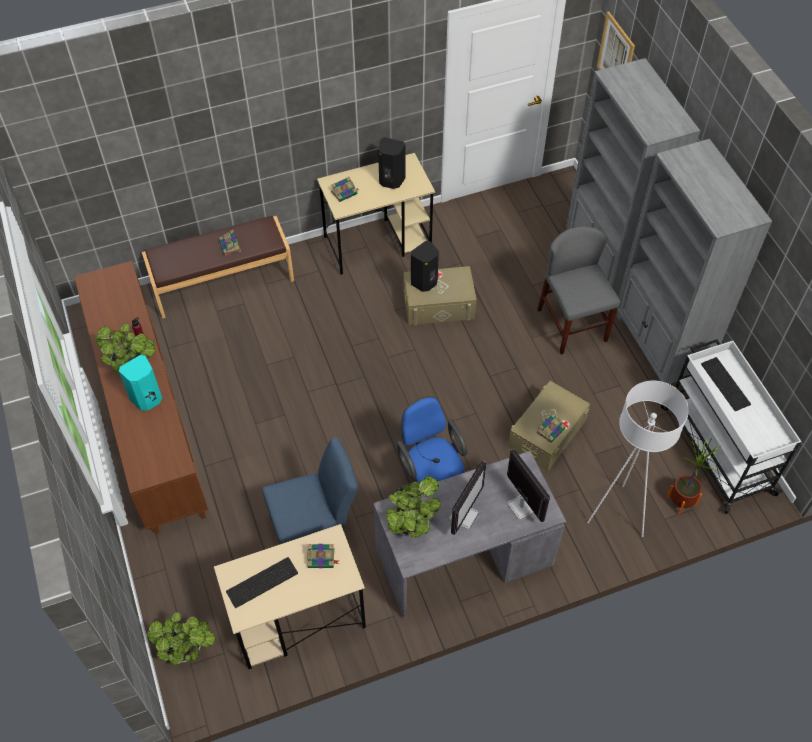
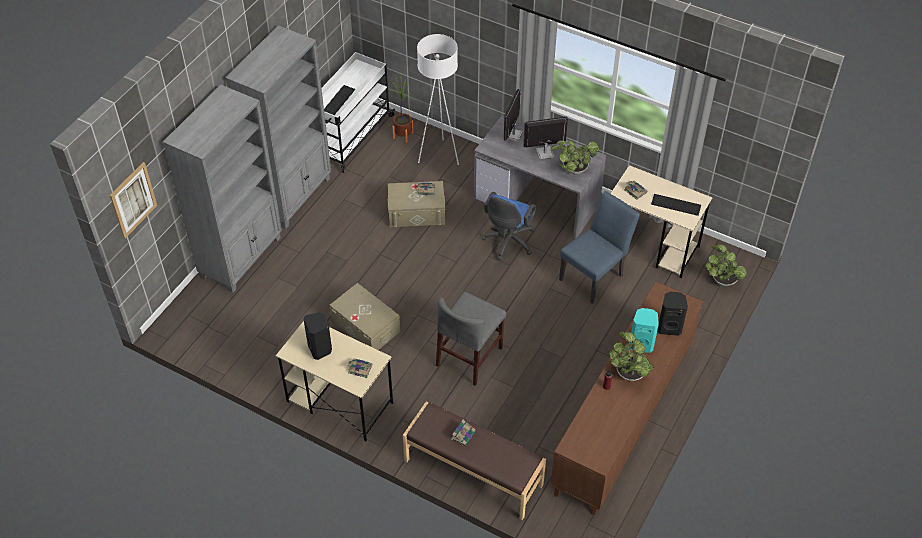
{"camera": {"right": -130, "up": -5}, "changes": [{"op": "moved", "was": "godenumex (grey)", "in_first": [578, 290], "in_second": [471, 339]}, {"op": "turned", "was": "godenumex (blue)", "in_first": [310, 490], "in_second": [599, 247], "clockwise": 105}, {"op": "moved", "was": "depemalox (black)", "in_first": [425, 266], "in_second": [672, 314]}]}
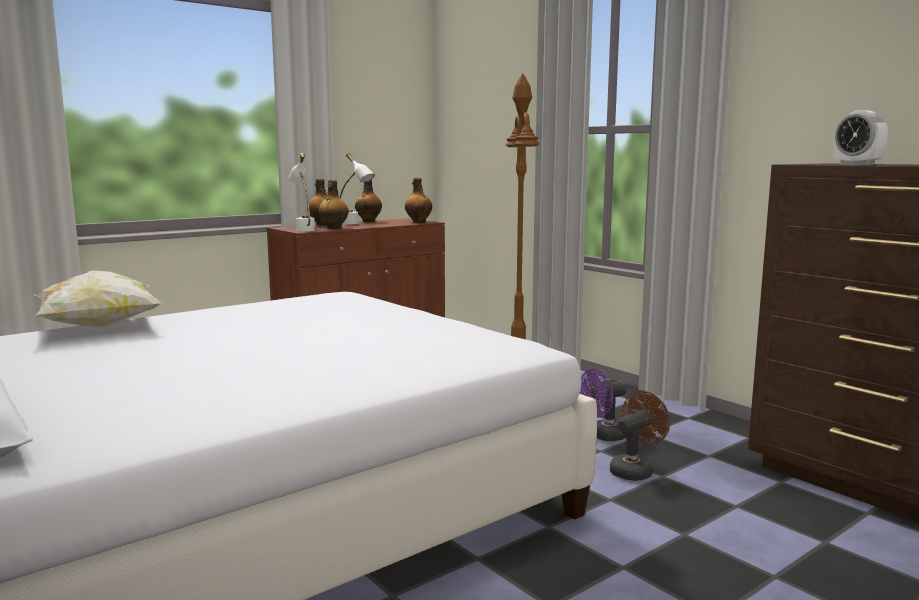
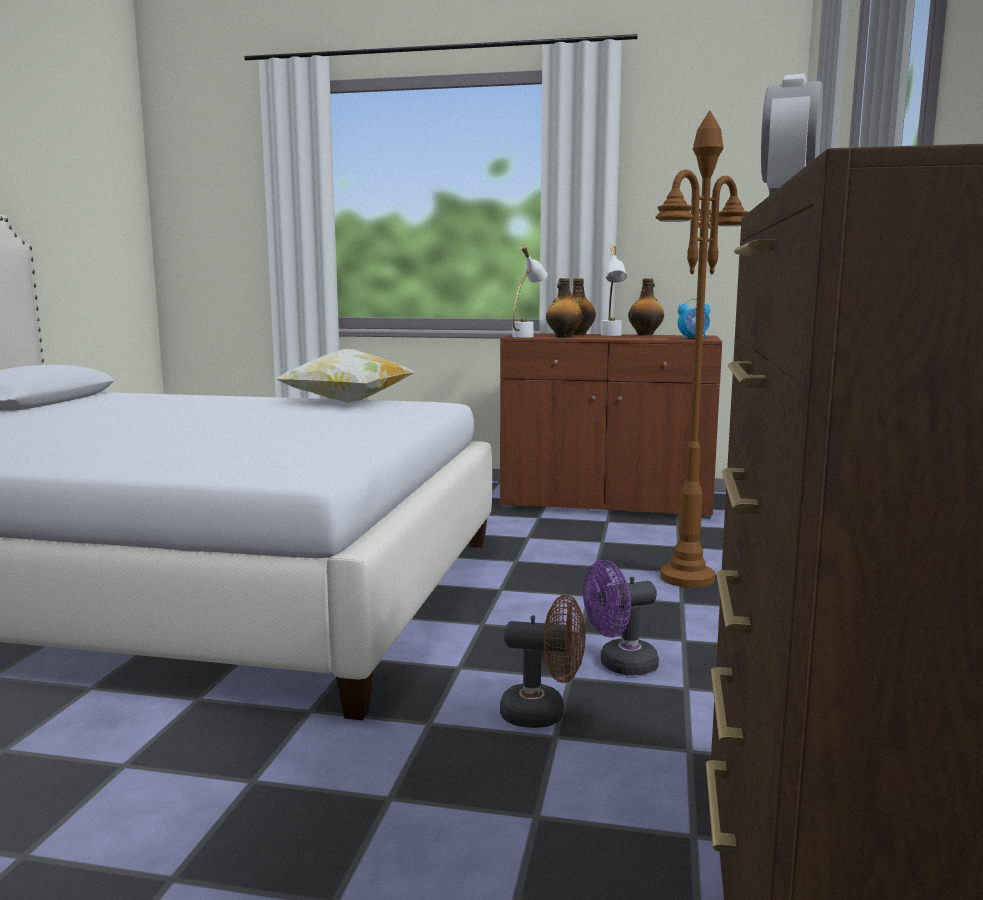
{"camera": {"right": 50, "up": 0}, "changes": [{"op": "moved", "was": "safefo", "in_first": [99, 298], "in_second": [345, 375]}, {"op": "turned", "was": "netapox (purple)", "in_first": [603, 405], "in_second": [621, 617], "clockwise": -45}, {"op": "replaced", "was": "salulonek", "now": "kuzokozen", "in_first": [418, 200], "in_second": [694, 318]}]}
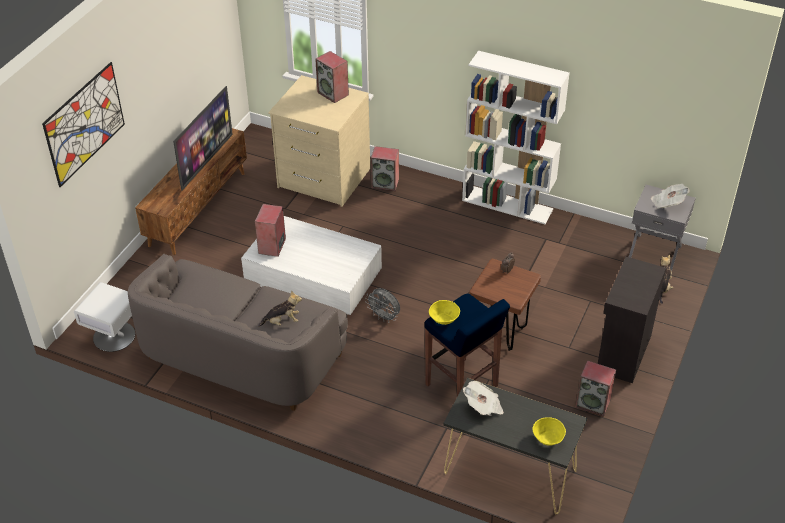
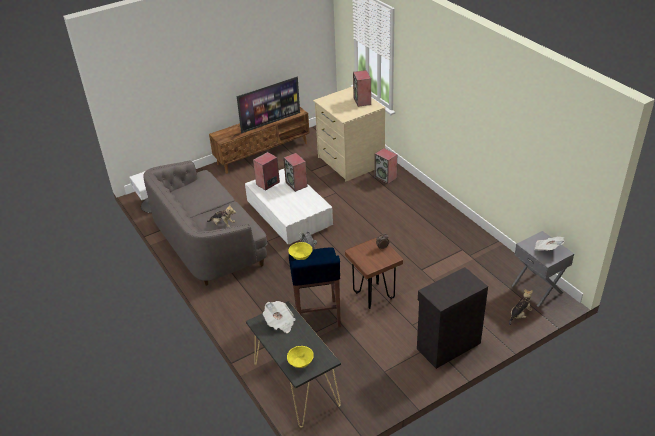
{"camera": {"right": 35, "up": -5}, "changes": [{"op": "moved", "was": "depemalox", "in_first": [595, 388], "in_second": [295, 172]}, {"op": "removed", "was": "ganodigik", "in_first": [83, 124]}, {"op": "removed", "was": "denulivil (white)", "in_first": [516, 137]}]}
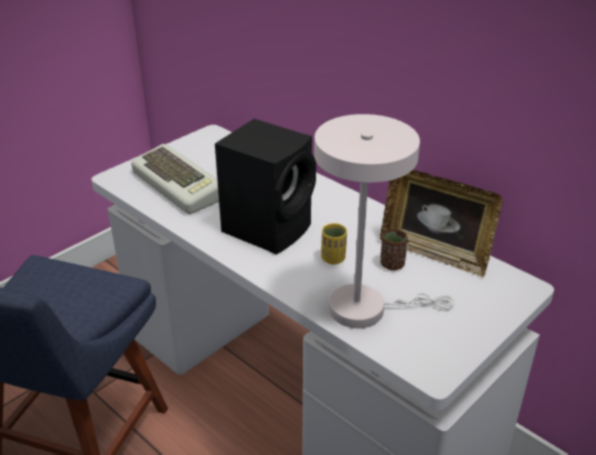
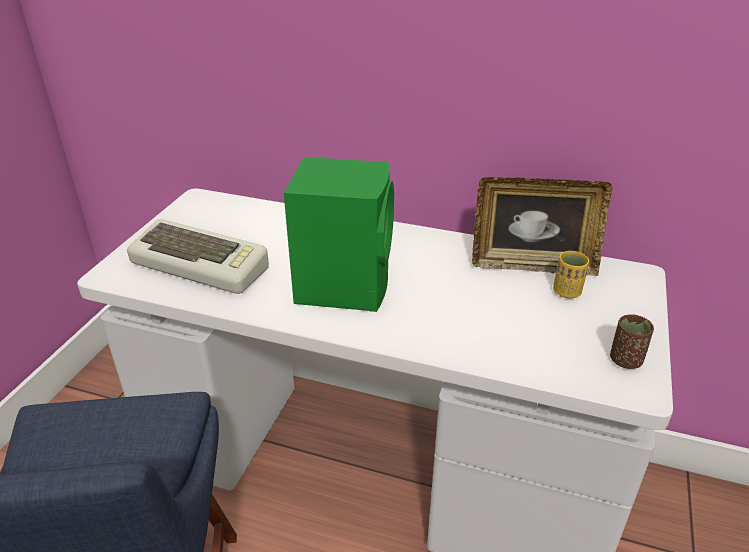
{"camera": {"right": -25, "up": 0}, "changes": [{"op": "recoloured", "was": "depemalox (black)", "now": "depemalox (green)", "in_first": [265, 187], "in_second": [339, 234]}, {"op": "moved", "was": "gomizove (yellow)", "in_first": [334, 243], "in_second": [571, 275]}, {"op": "moved", "was": "gomizove (brown)", "in_first": [394, 249], "in_second": [632, 341]}, {"op": "removed", "was": "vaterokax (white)", "in_first": [384, 221]}]}
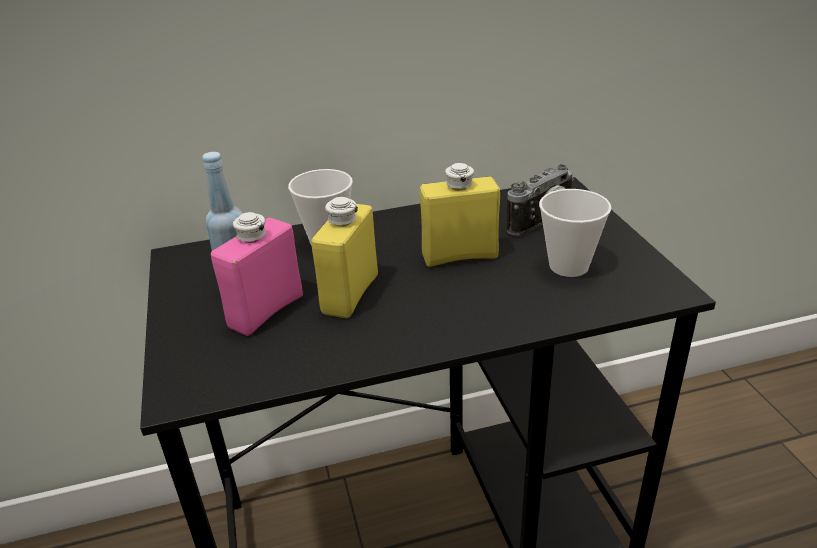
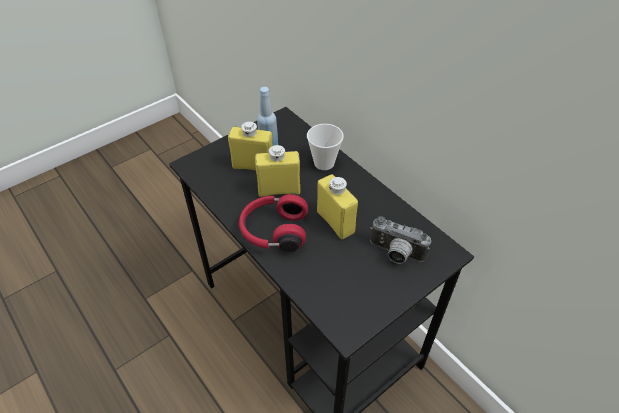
{"camera": {"right": 65, "up": 15}, "changes": [{"op": "recoloured", "was": "salulonek (pink)", "now": "salulonek (yellow)", "in_first": [257, 274], "in_second": [250, 146]}, {"op": "added", "now": "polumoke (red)", "in_second": [273, 222]}, {"op": "removed", "was": "gomizove", "in_first": [575, 233]}]}
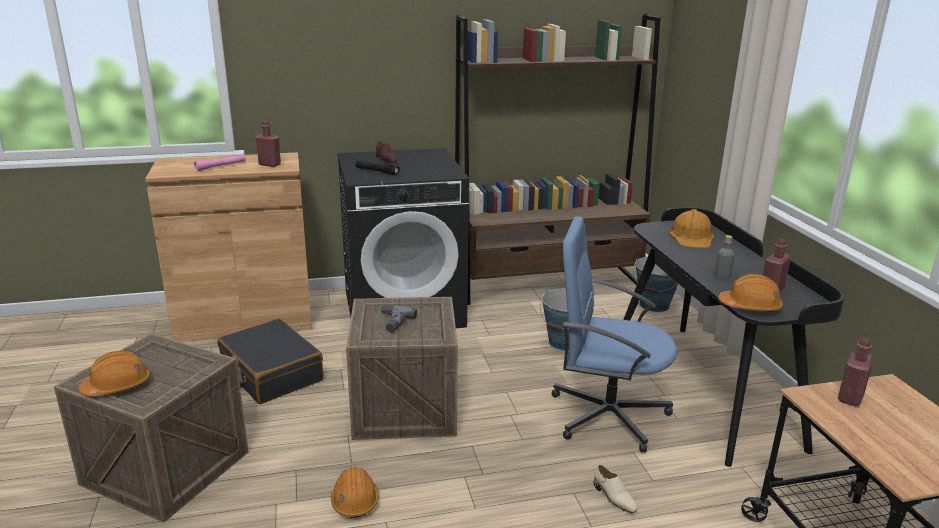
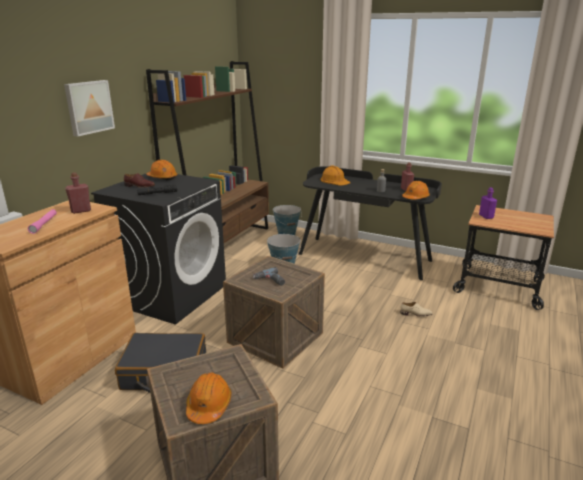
{"camera": {"right": -50, "up": 0}, "changes": [{"op": "added", "now": "ganodigik", "in_second": [89, 108]}, {"op": "moved", "was": "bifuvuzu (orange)", "in_first": [354, 492], "in_second": [161, 170]}, {"op": "recoloured", "was": "salulonek (red)", "now": "salulonek (purple)", "in_first": [856, 371], "in_second": [488, 203]}, {"op": "removed", "was": "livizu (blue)", "in_first": [615, 334]}]}
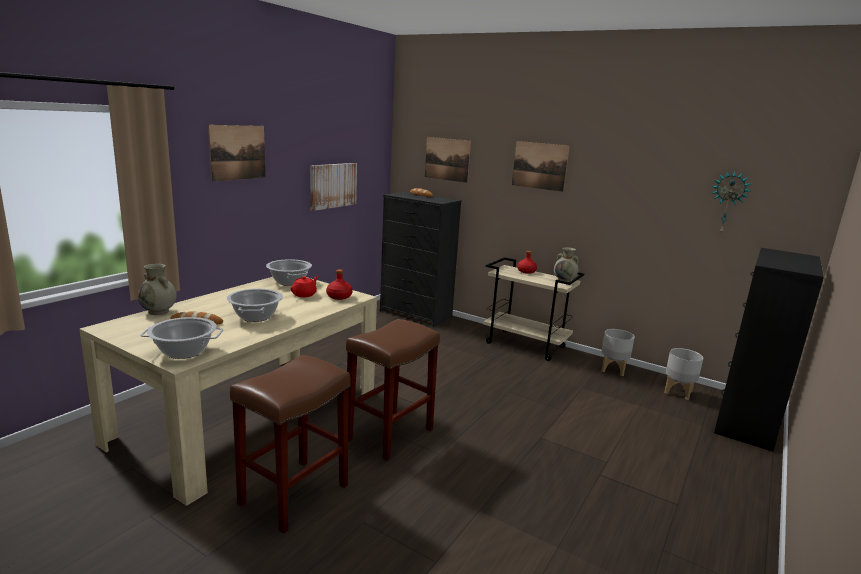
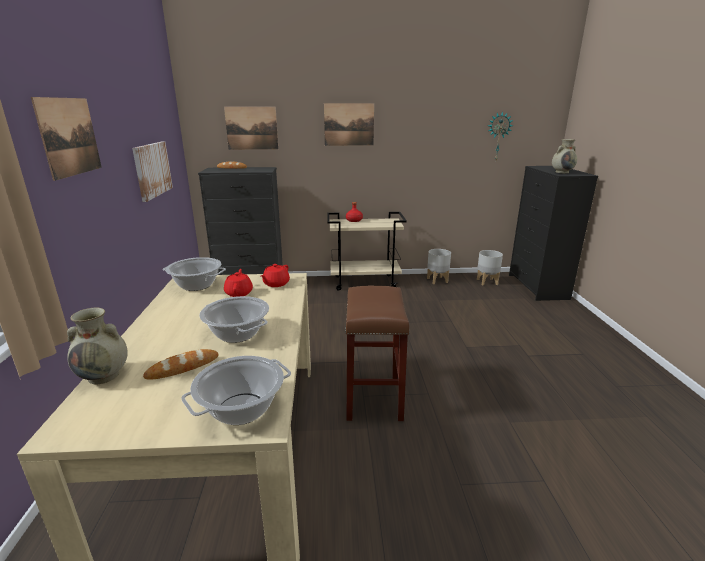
{"camera": {"right": -35, "up": 5}, "changes": [{"op": "replaced", "was": "salulonek (red)", "now": "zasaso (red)", "in_first": [339, 284], "in_second": [275, 275]}, {"op": "moved", "was": "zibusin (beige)", "in_first": [566, 264], "in_second": [564, 156]}, {"op": "removed", "was": "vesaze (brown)", "in_first": [290, 444]}]}
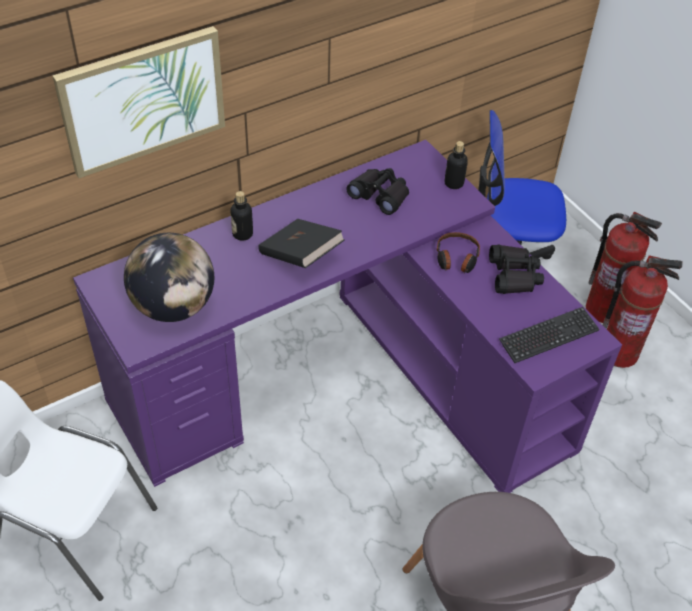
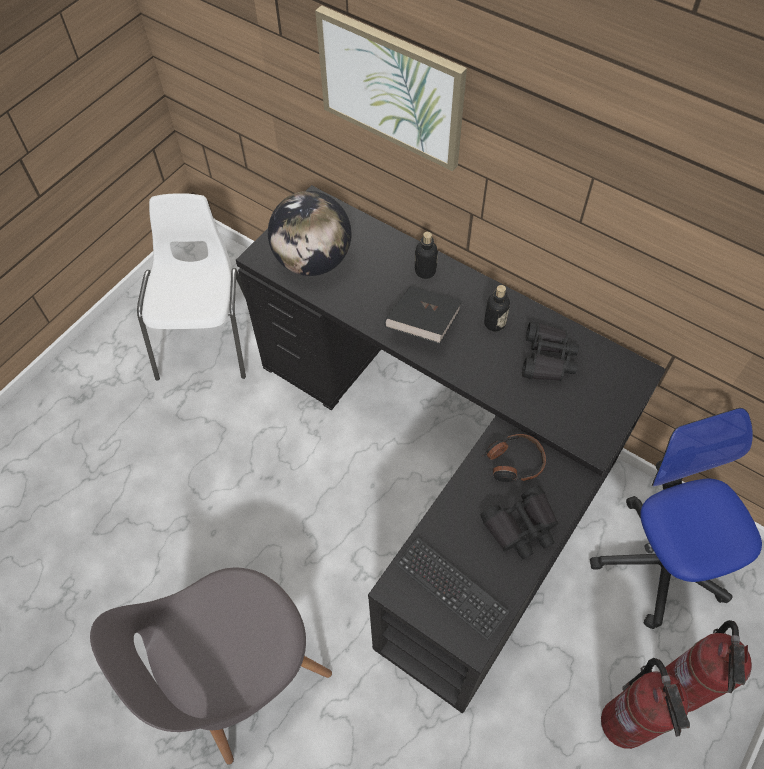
{"camera": {"right": 70, "up": 10}, "changes": [{"op": "recoloured", "was": "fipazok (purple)", "now": "fipazok (black)", "in_first": [347, 316], "in_second": [451, 449]}, {"op": "moved", "was": "salulonek", "in_first": [456, 165], "in_second": [497, 308]}]}
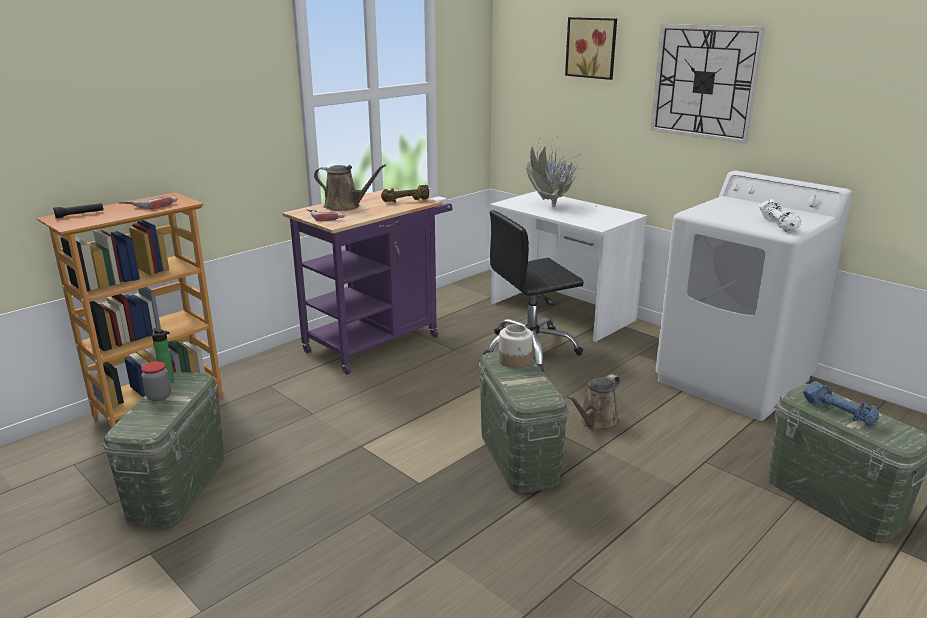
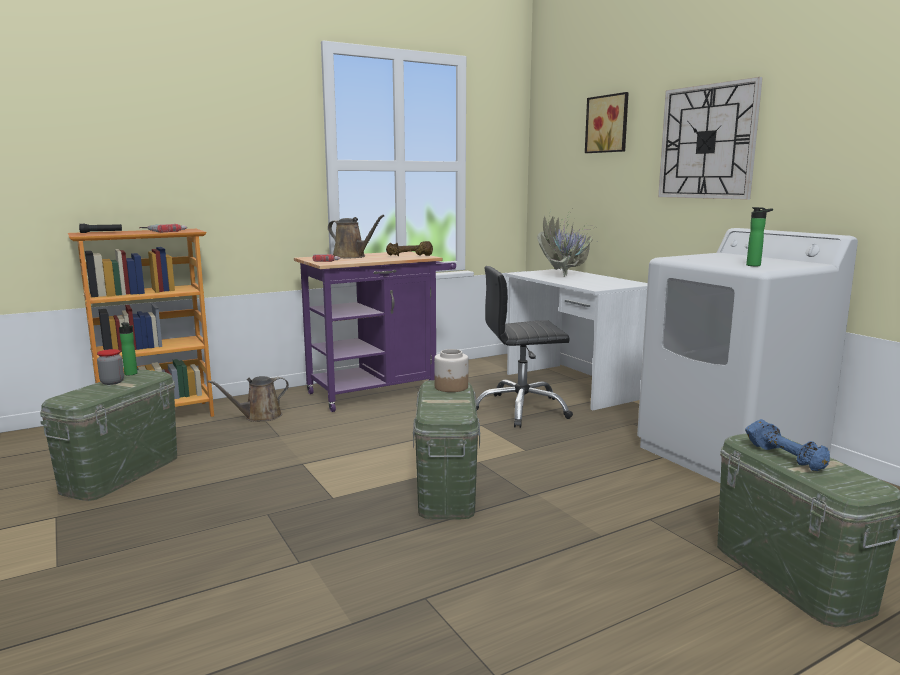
{"camera": {"right": 15, "up": -10}, "changes": [{"op": "moved", "was": "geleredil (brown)", "in_first": [593, 402], "in_second": [248, 399]}, {"op": "replaced", "was": "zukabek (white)", "now": "salulonek", "in_first": [780, 215], "in_second": [759, 236]}]}
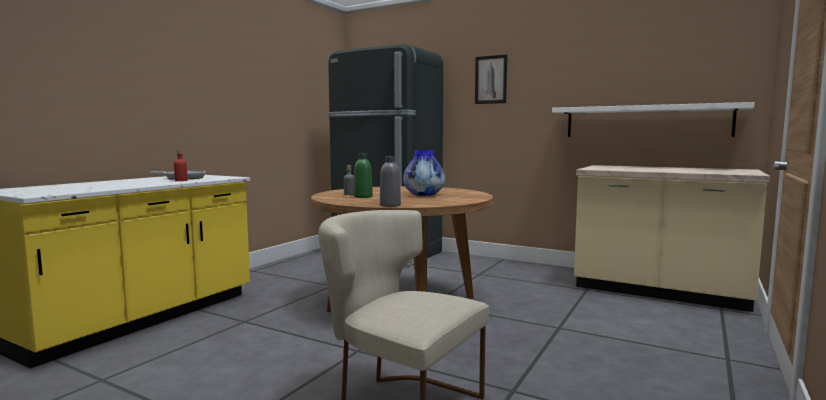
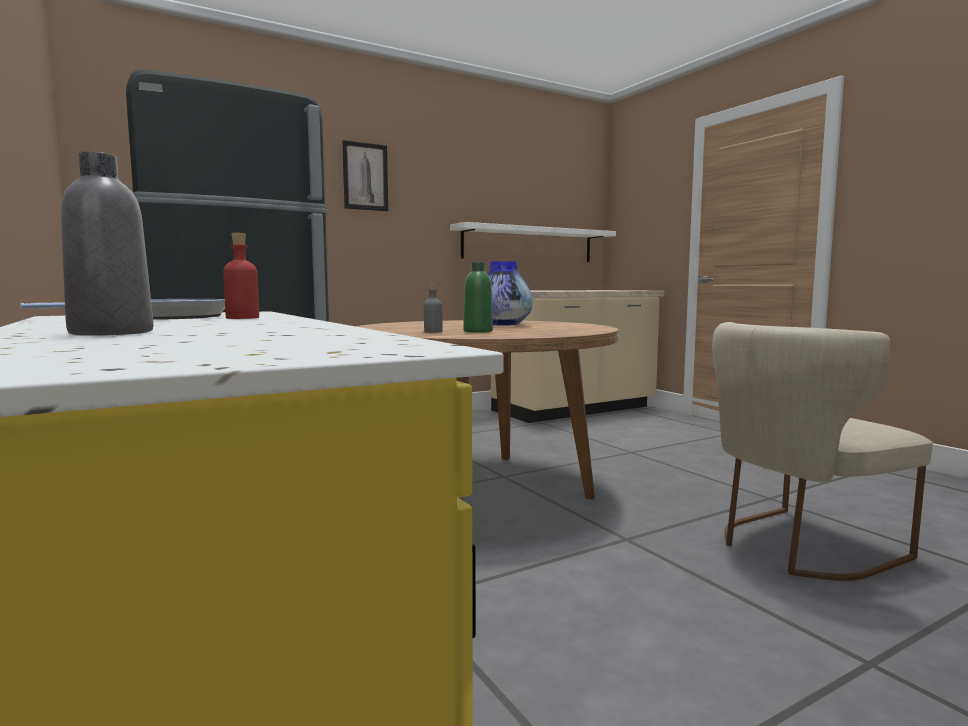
{"camera": {"right": -60, "up": 0}, "changes": [{"op": "moved", "was": "salulonek (grey)", "in_first": [390, 181], "in_second": [107, 243]}]}
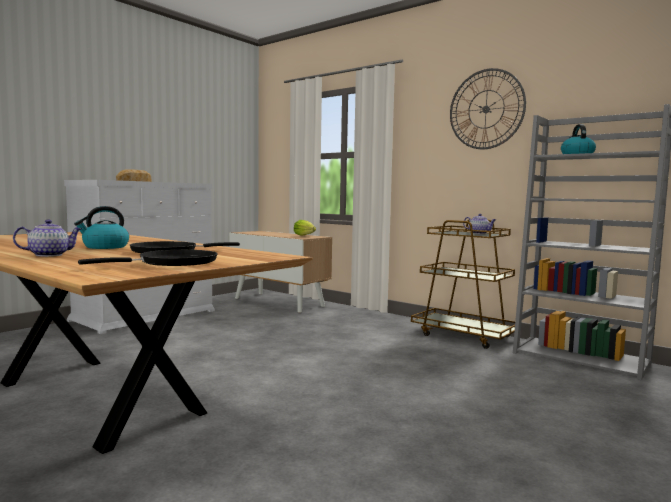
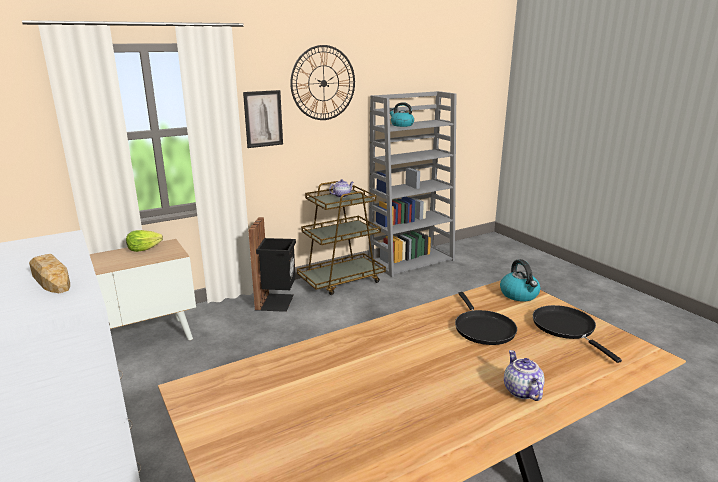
{"camera": {"right": -70, "up": 15}, "changes": [{"op": "added", "now": "ganodigik", "in_second": [263, 119]}, {"op": "added", "now": "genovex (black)", "in_second": [272, 264]}, {"op": "moved", "was": "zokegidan", "in_first": [101, 227], "in_second": [520, 280]}]}
